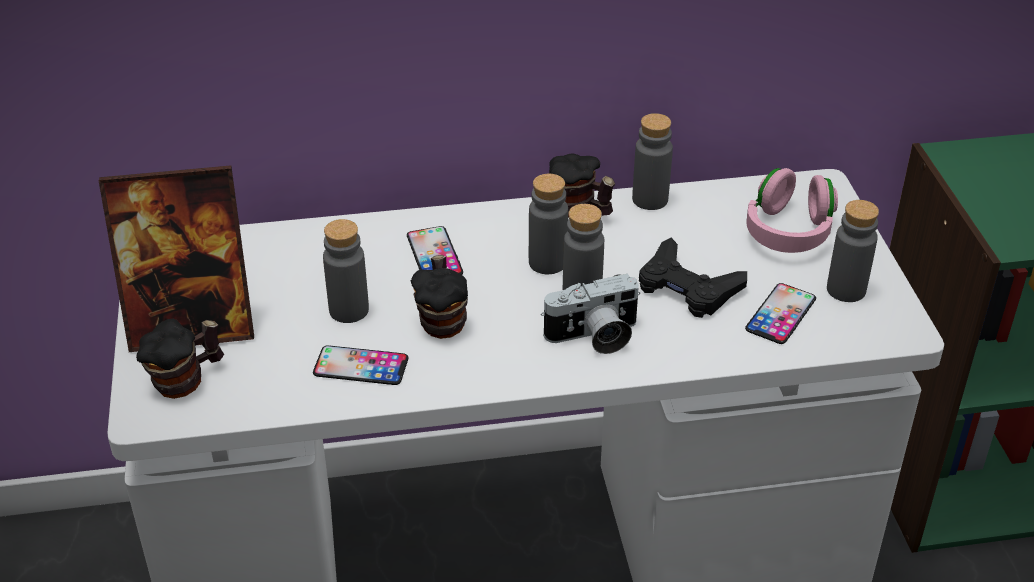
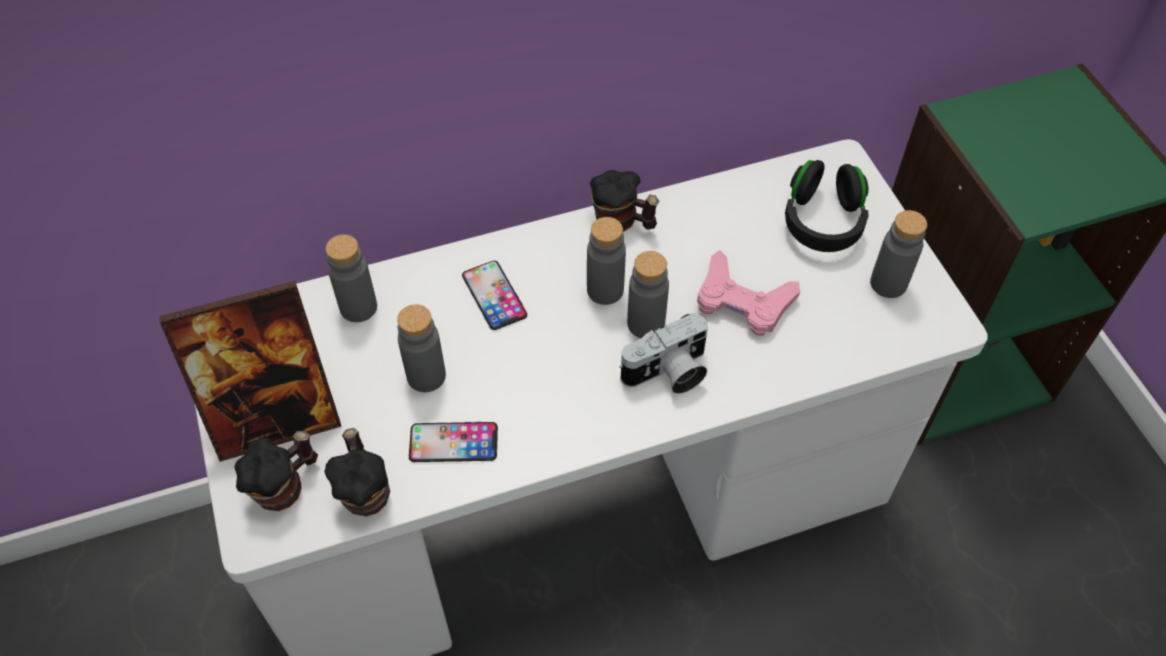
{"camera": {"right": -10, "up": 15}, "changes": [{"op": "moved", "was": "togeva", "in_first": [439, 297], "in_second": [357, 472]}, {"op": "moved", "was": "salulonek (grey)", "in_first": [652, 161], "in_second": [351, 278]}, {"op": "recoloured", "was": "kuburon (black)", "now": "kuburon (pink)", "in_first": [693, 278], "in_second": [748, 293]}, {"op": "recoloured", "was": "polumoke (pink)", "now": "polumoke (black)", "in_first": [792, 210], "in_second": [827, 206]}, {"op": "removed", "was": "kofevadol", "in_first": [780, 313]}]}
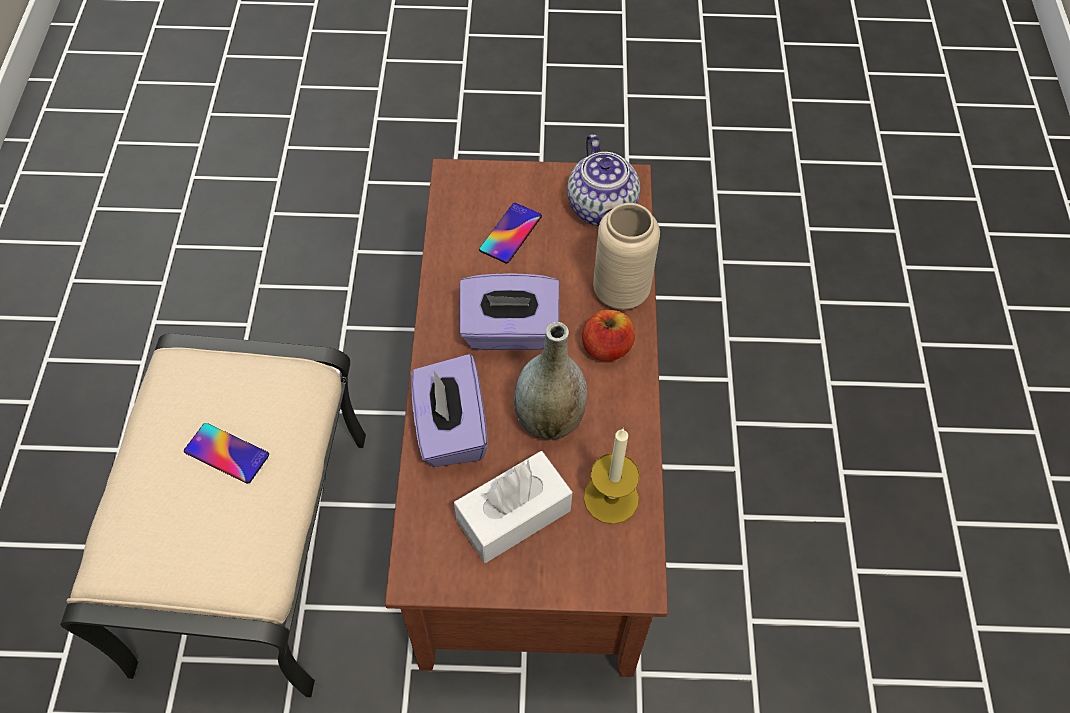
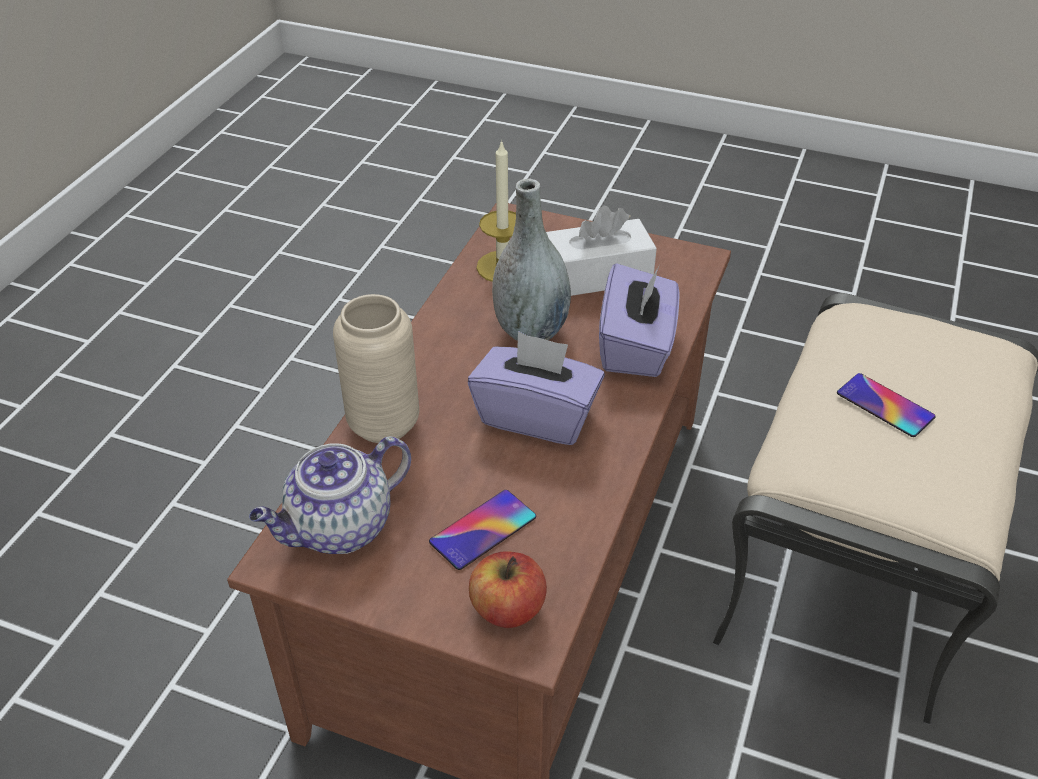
{"camera": {"right": -160, "up": -15}, "changes": [{"op": "turned", "was": "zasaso", "in_first": [603, 180], "in_second": [330, 495], "clockwise": -135}, {"op": "moved", "was": "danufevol", "in_first": [608, 335], "in_second": [508, 589]}]}
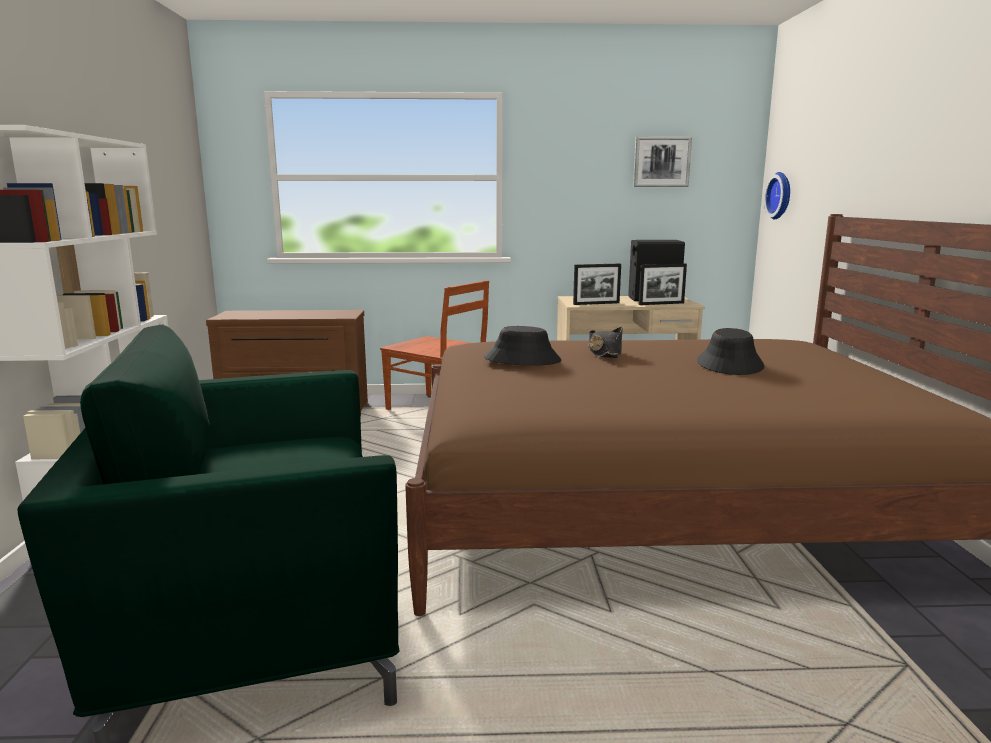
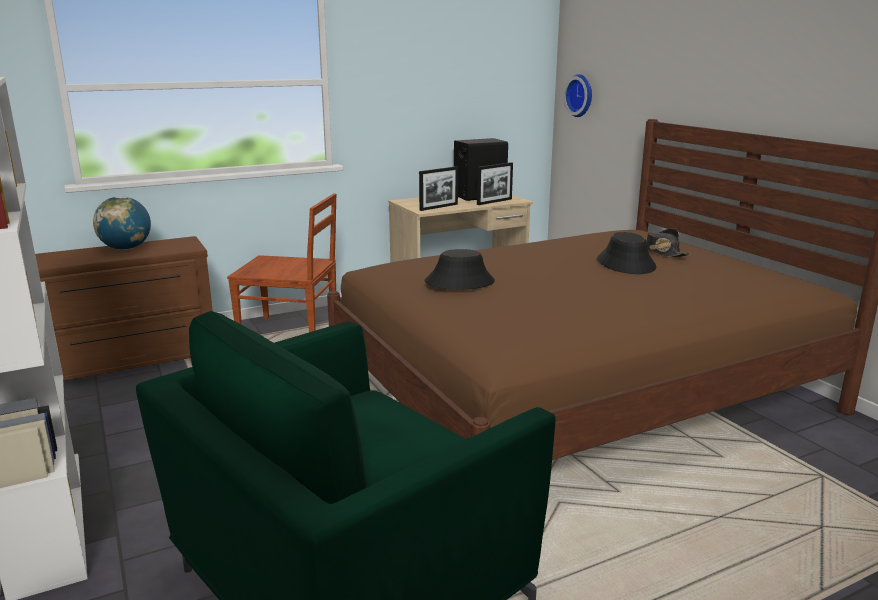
{"camera": {"right": -25, "up": 5}, "changes": [{"op": "added", "now": "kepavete", "in_second": [122, 223]}, {"op": "moved", "was": "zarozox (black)", "in_first": [605, 342], "in_second": [668, 242]}, {"op": "removed", "was": "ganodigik", "in_first": [662, 161]}]}
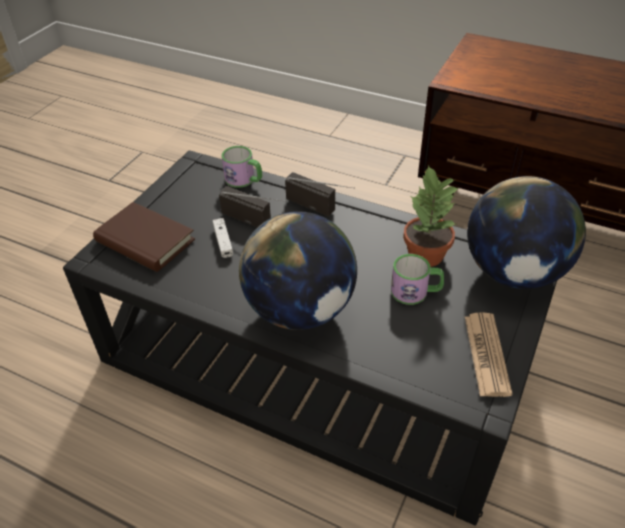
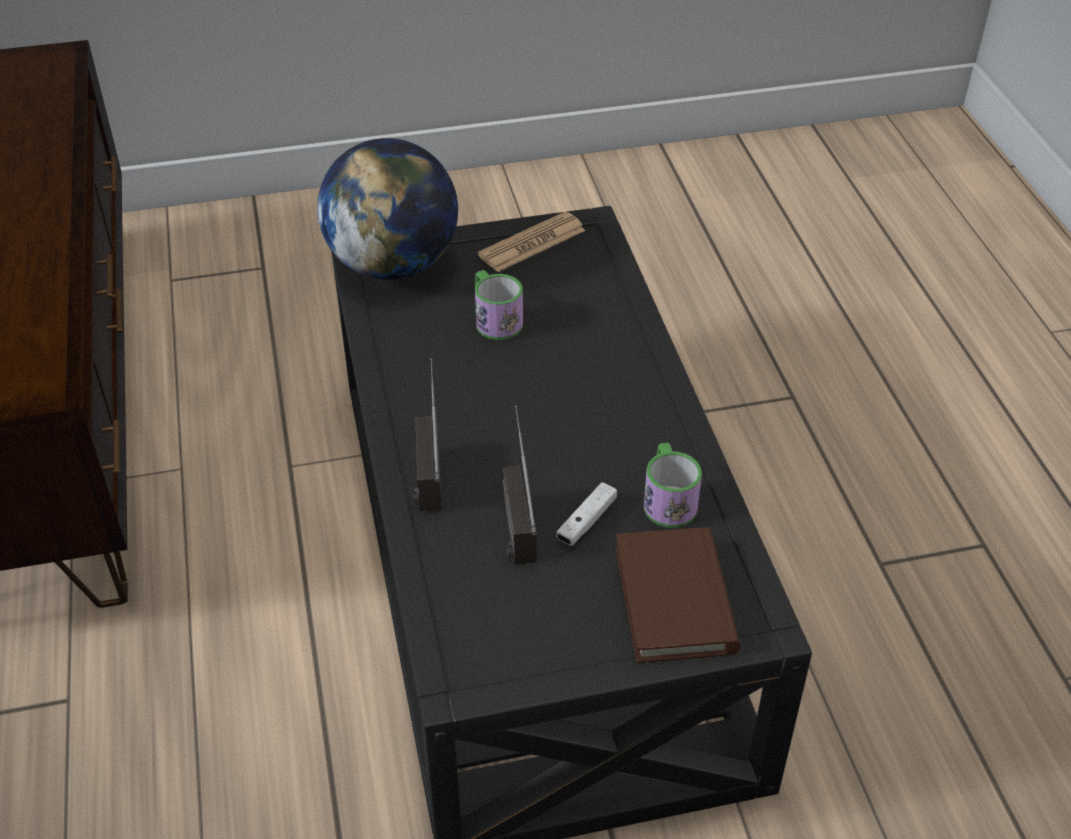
{"camera": {"right": -130, "up": 0}, "changes": [{"op": "moved", "was": "togeva", "in_first": [241, 167], "in_second": [673, 485]}, {"op": "removed", "was": "kepavete", "in_first": [298, 270]}, {"op": "removed", "was": "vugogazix", "in_first": [431, 216]}]}
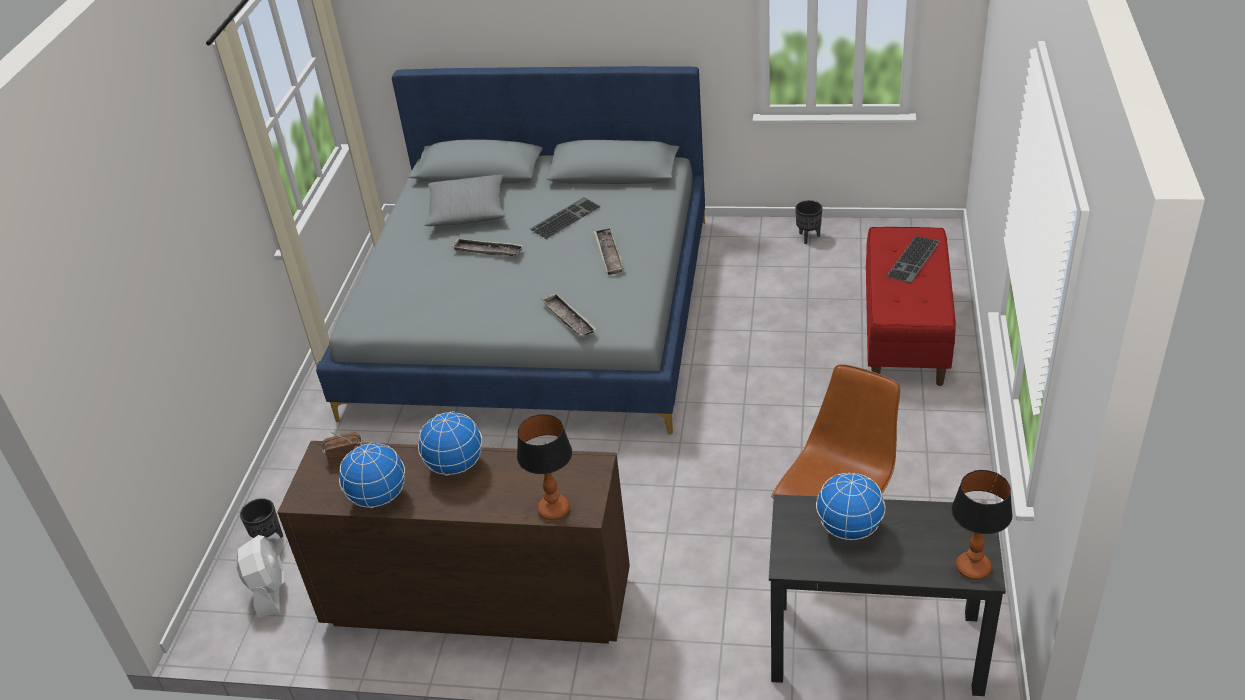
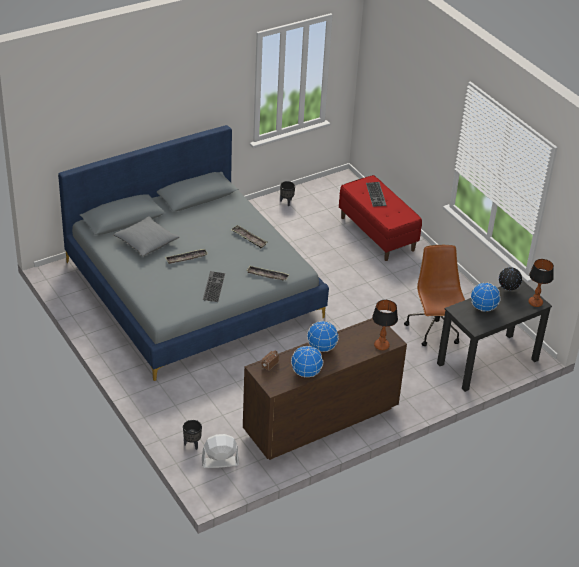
{"camera": {"right": -45, "up": 0}, "changes": [{"op": "turned", "was": "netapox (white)", "in_first": [260, 576], "in_second": [220, 451], "clockwise": -45}, {"op": "moved", "was": "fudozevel", "in_first": [565, 218], "in_second": [214, 286]}, {"op": "added", "now": "kepavete", "in_second": [510, 278]}]}
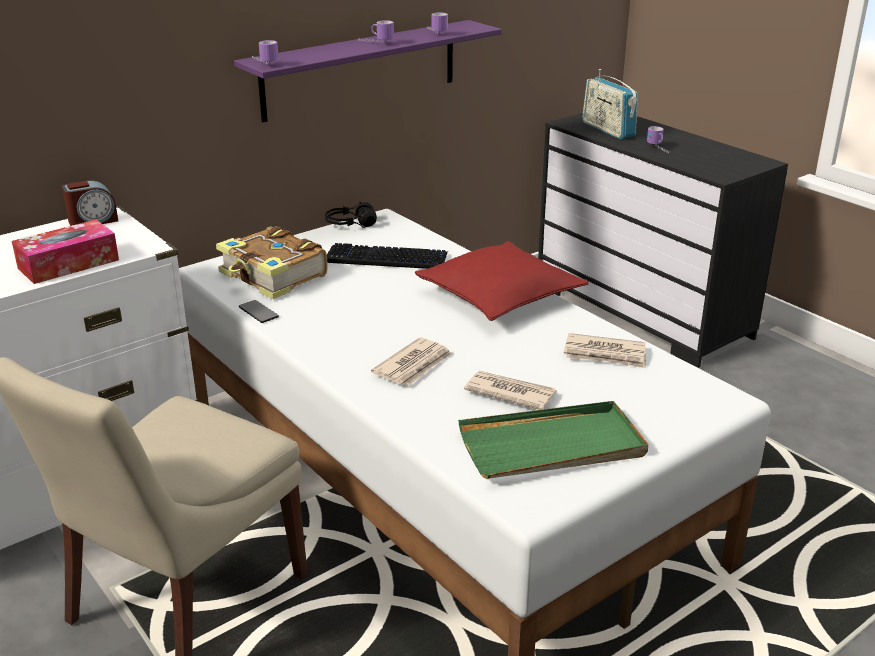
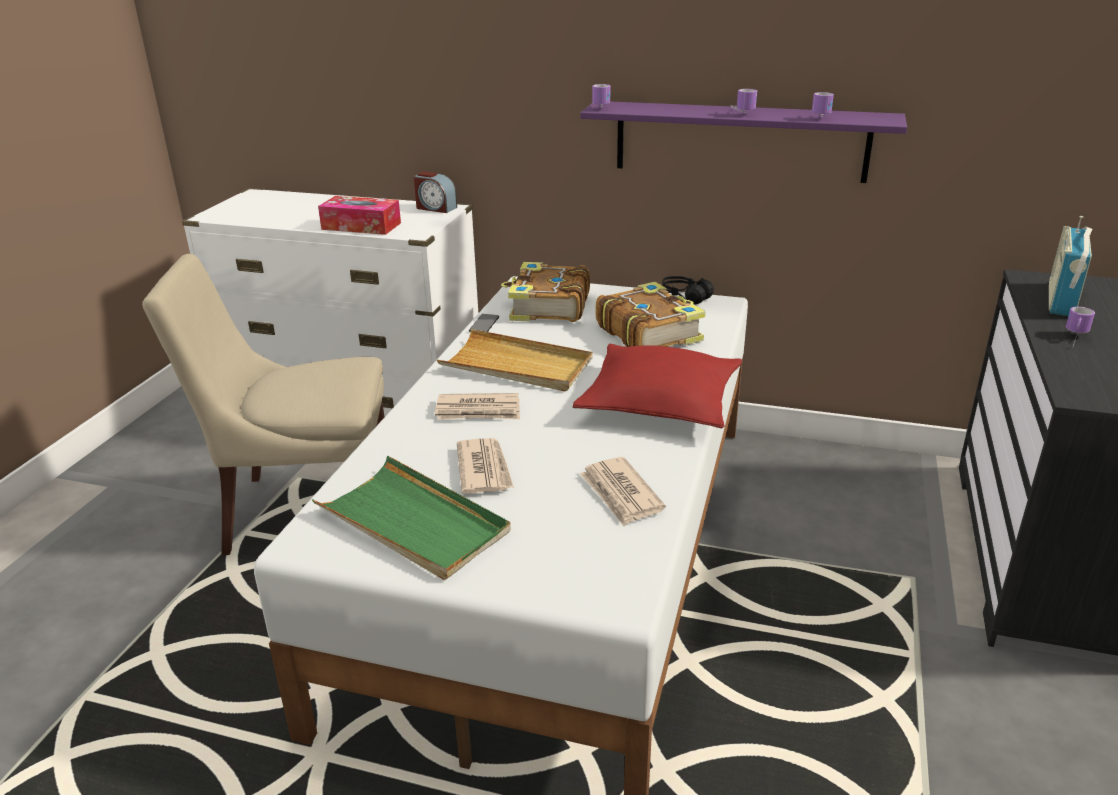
{"camera": {"right": 55, "up": 0}, "changes": [{"op": "added", "now": "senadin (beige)", "in_second": [515, 360]}, {"op": "replaced", "was": "fudozevel", "now": "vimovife", "in_first": [387, 256], "in_second": [650, 314]}]}
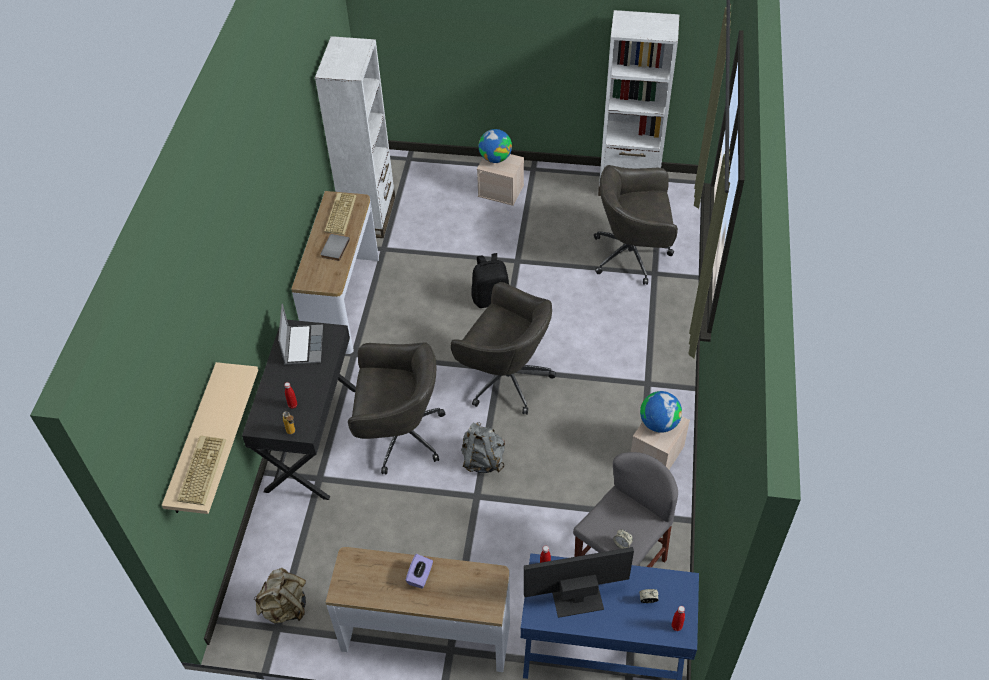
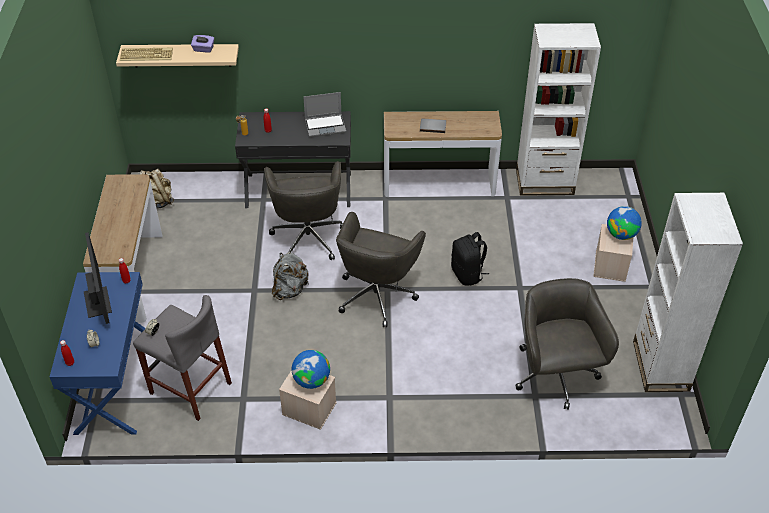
{"camera": {"right": 80, "up": -5}, "changes": [{"op": "moved", "was": "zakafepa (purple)", "in_first": [419, 571], "in_second": [202, 44]}, {"op": "removed", "was": "fudozevel", "in_first": [340, 213]}]}
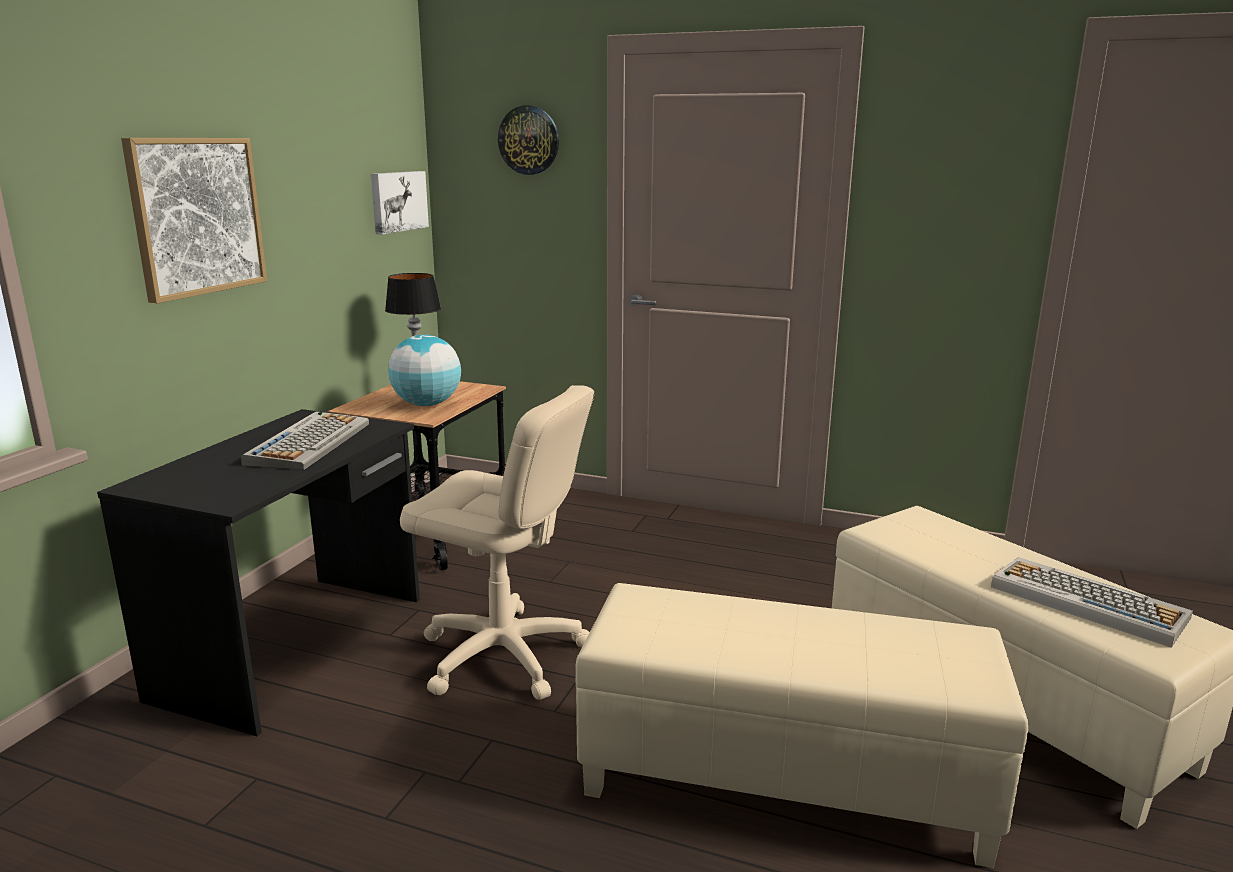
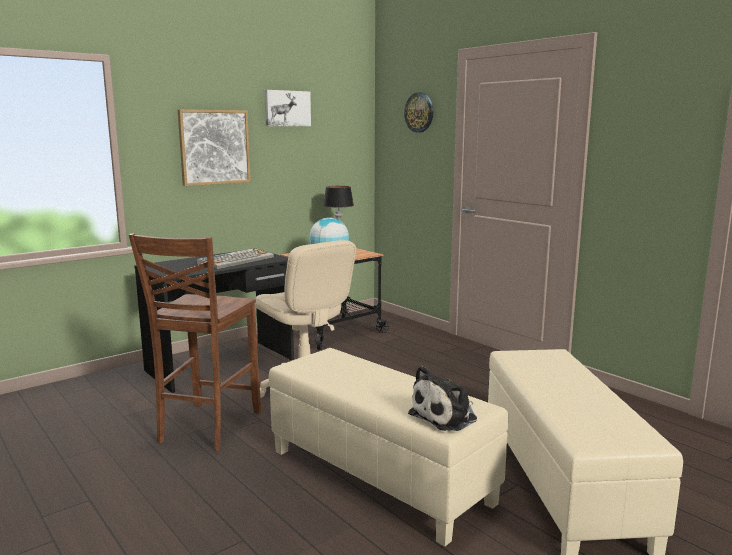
{"camera": {"right": 30, "up": -5}, "changes": [{"op": "added", "now": "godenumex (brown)", "in_second": [195, 342]}, {"op": "moved", "was": "ganodigik", "in_first": [400, 203], "in_second": [288, 108]}, {"op": "added", "now": "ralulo", "in_second": [442, 398]}, {"op": "removed", "was": "fudozevel", "in_first": [1092, 602]}]}
